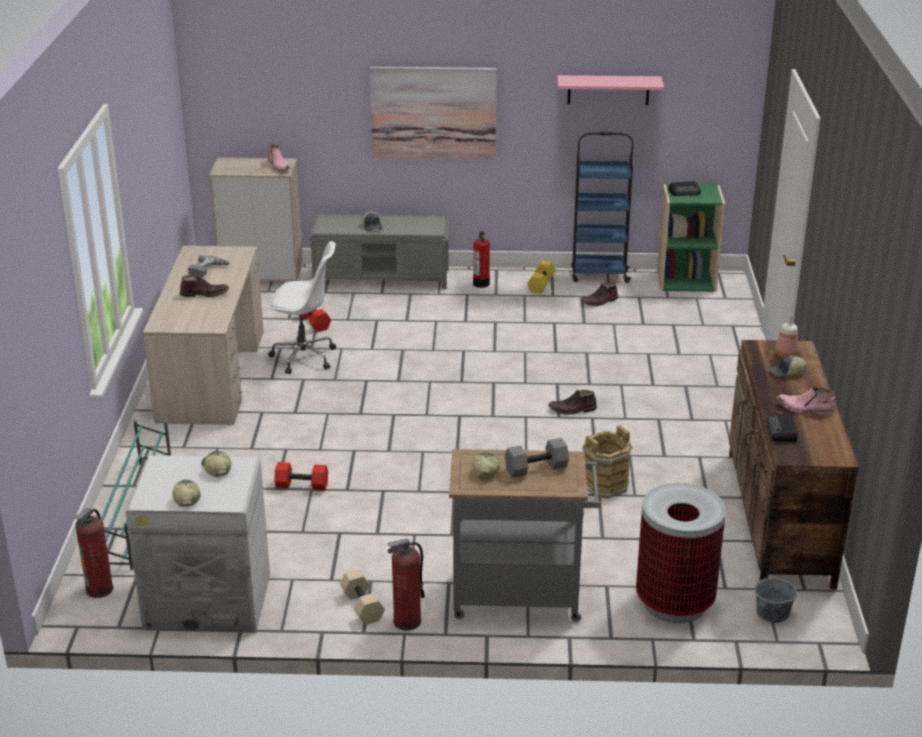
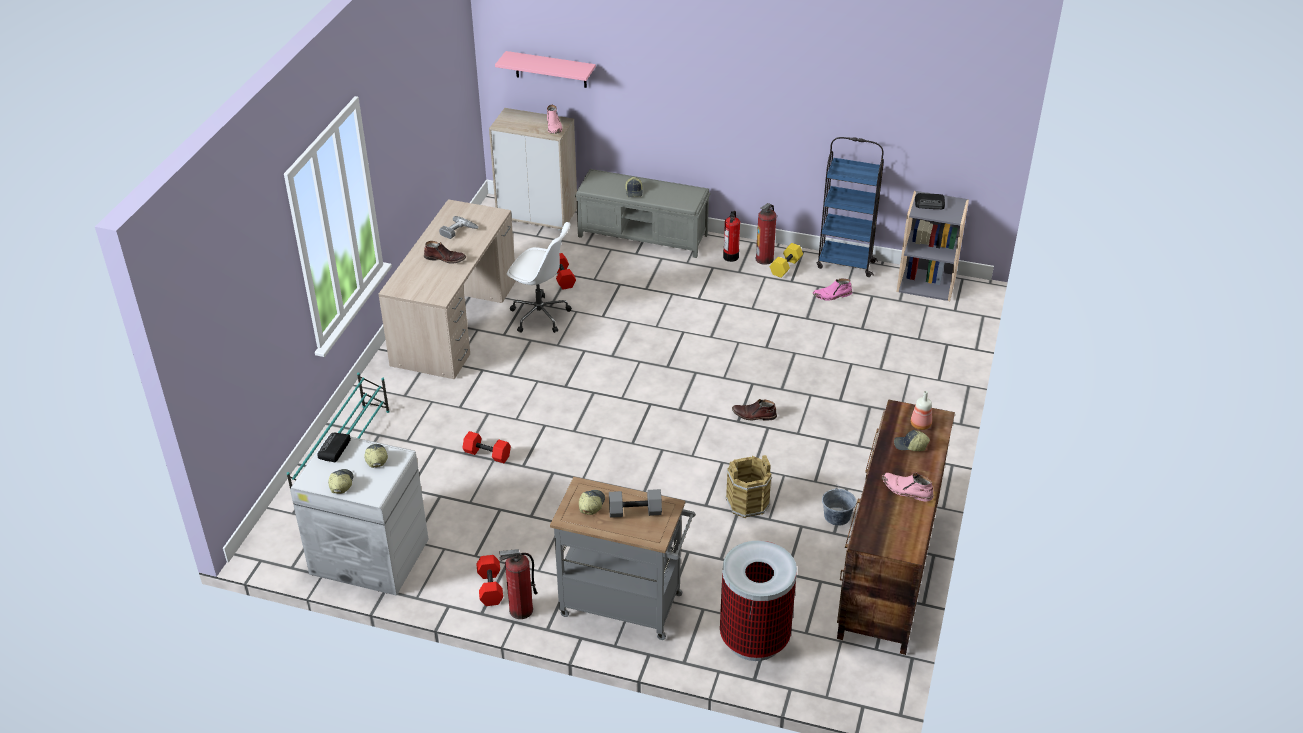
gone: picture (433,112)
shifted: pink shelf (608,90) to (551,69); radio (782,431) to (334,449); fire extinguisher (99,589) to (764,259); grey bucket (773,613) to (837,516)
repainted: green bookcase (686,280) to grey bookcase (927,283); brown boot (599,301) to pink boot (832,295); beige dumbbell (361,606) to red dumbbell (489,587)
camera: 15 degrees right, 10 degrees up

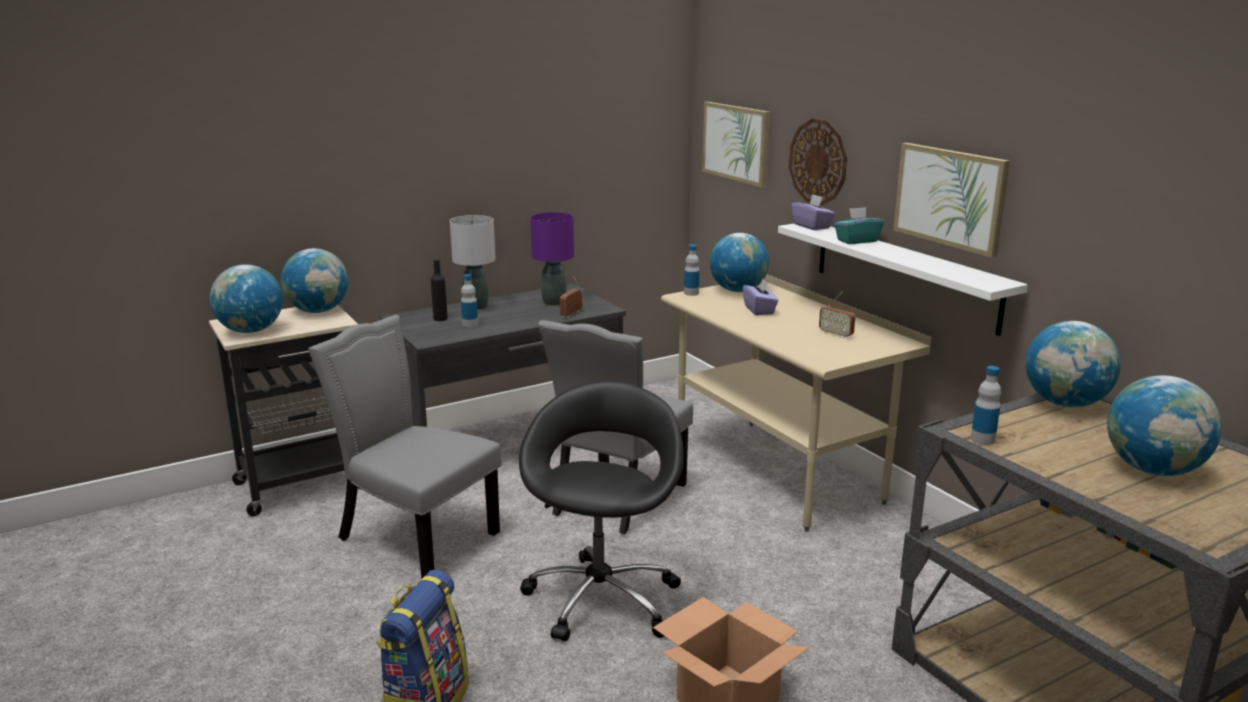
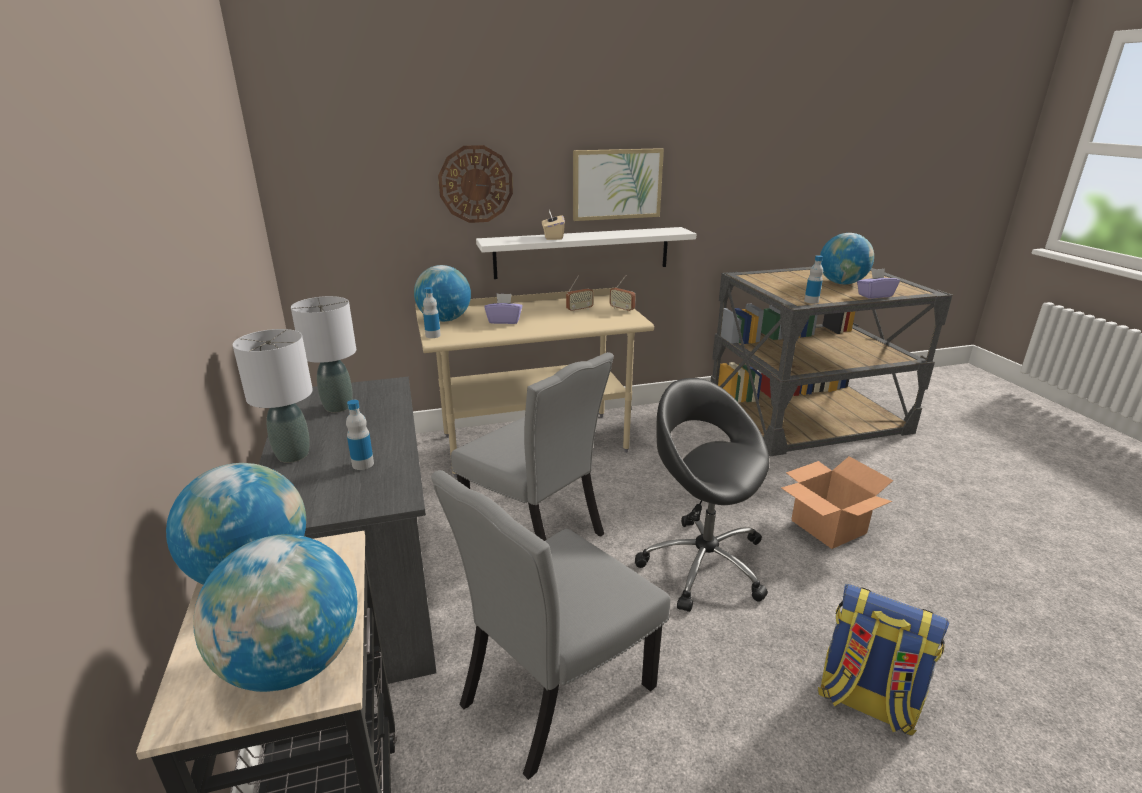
gone: picture (736,142); black bottle (440,318); globe (1065,403)
shifted: purple tissue box (812,226) to (874,295); radio (571,314) to (622,309)
repainted: turquoise tissue box (857,241) to beige tissue box (553,237); purple table lamp (554,302) to grey table lamp (338,407)
camera: 75 degrees left, 5 degrees up

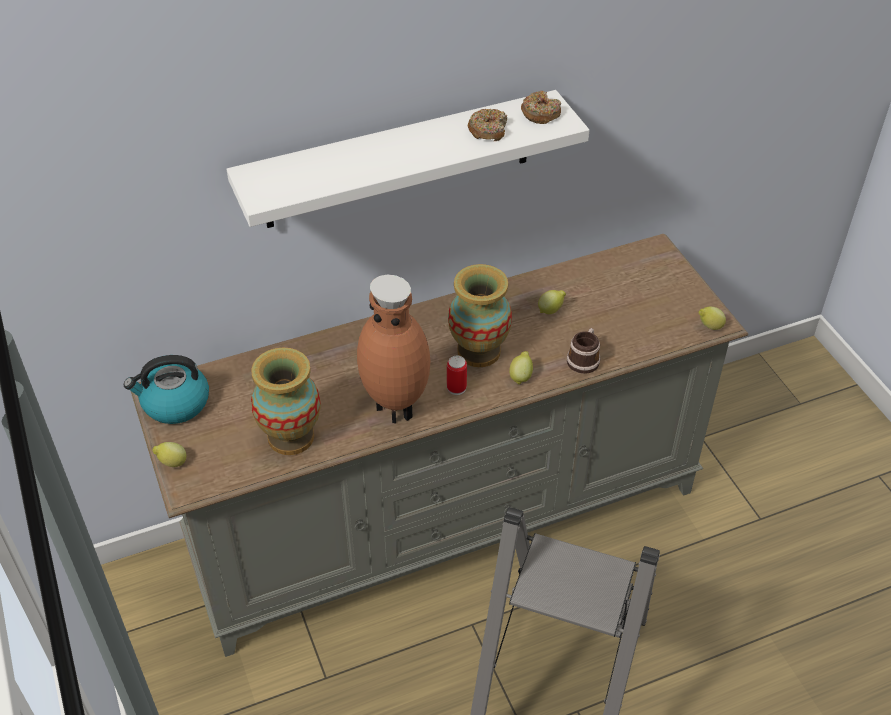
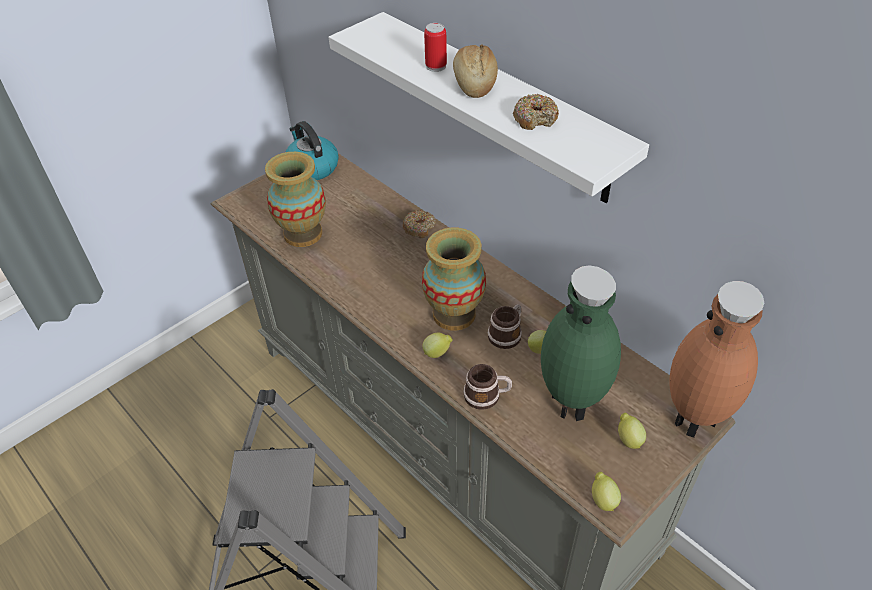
new: bread (474,83); green vase (573,403); mug (507,333)
shifted: donut (540,113) to (419,228); brown vase (397,407) to (695,420); can (456,388) to (436,66); lemon (172,463) to (628,439)
camera: 70 degrees right, 0 degrees up

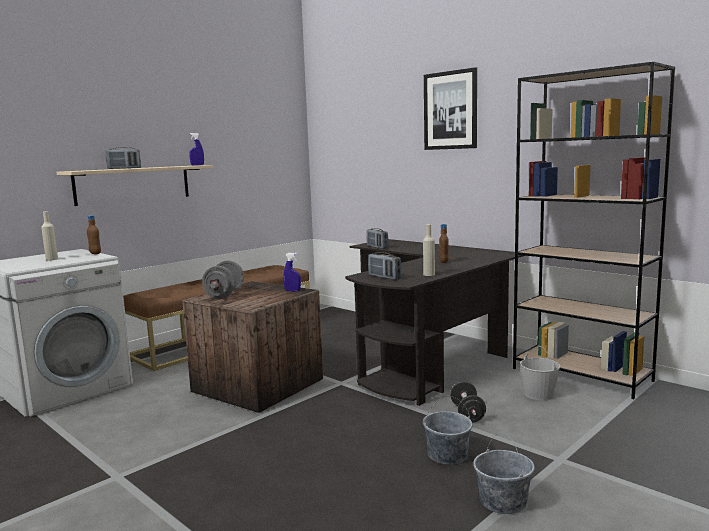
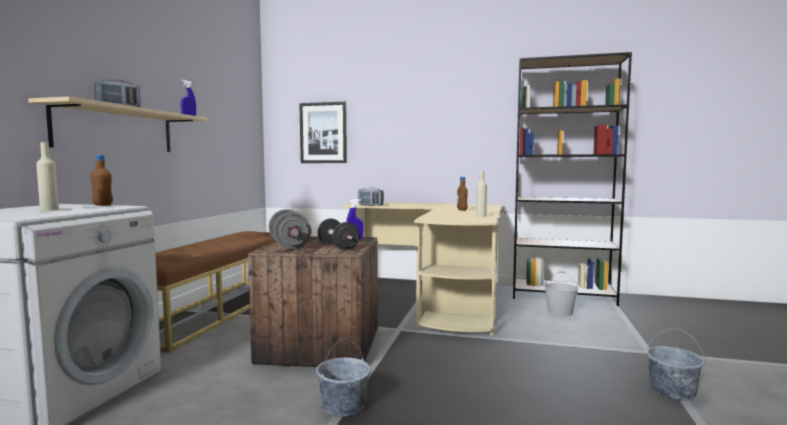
gone: radio (384,277)
shifted: picture (450,110) to (323,133); black dumbbell (467,414) to (338,247); grey bucket (447,455) to (343,406)
repainted: black desk (429,355) to beige desk (436,298)
camera: 30 degrees left, 5 degrees down

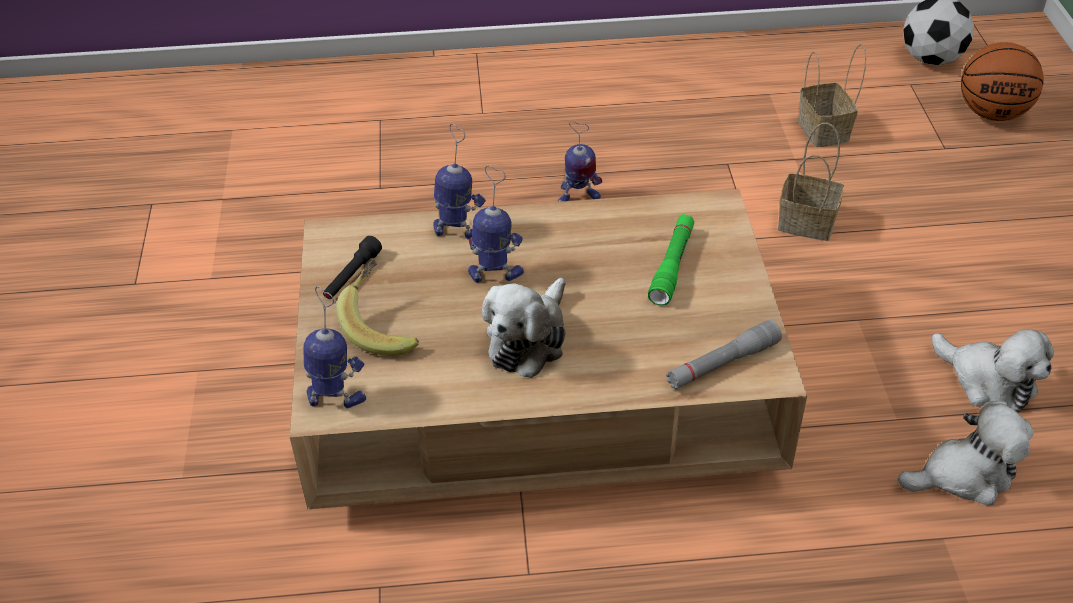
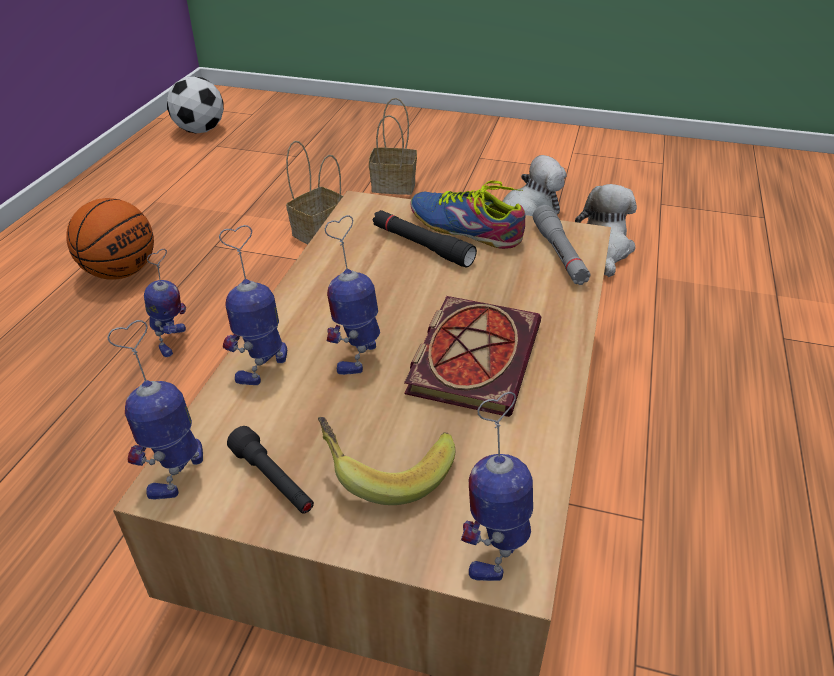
new: shoe (465,228); toy robot (179,471)
shifted: basketball (992,113) to (121,272); basket (825,131) to (395,185)
swapped: plush toy (529,339) to book (472,355)
repainted: green flashlight (672,266) to black flashlight (422,246)
camera: 70 degrees left, 5 degrees down

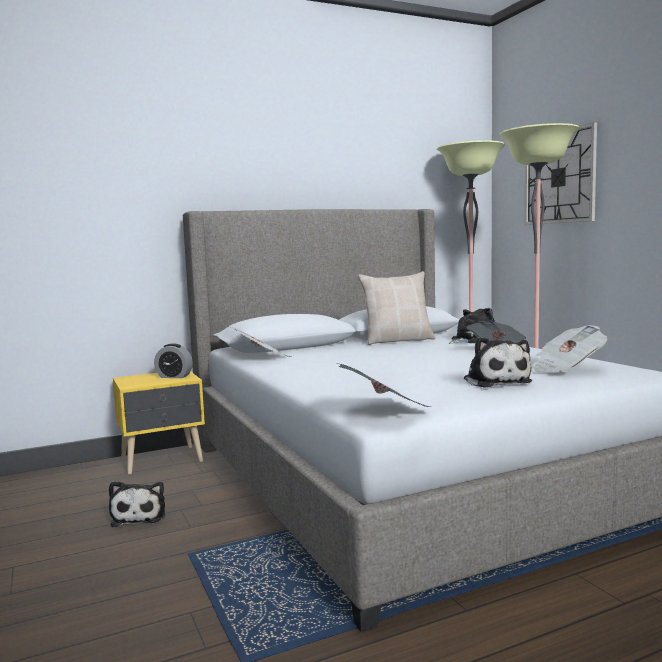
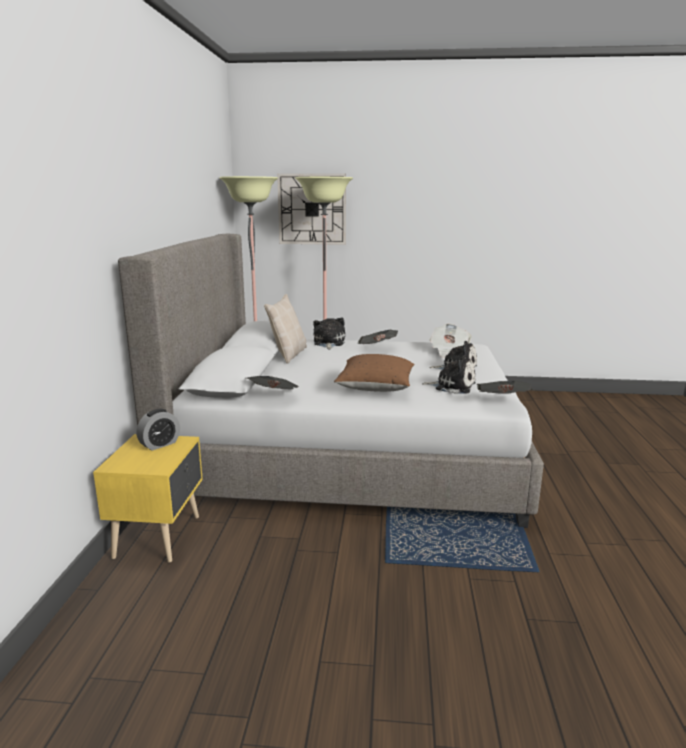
new: brown pillow (375,387)
shifted: plush toy (140,516) to (452,386)
camera: 60 degrees left, 10 degrees up

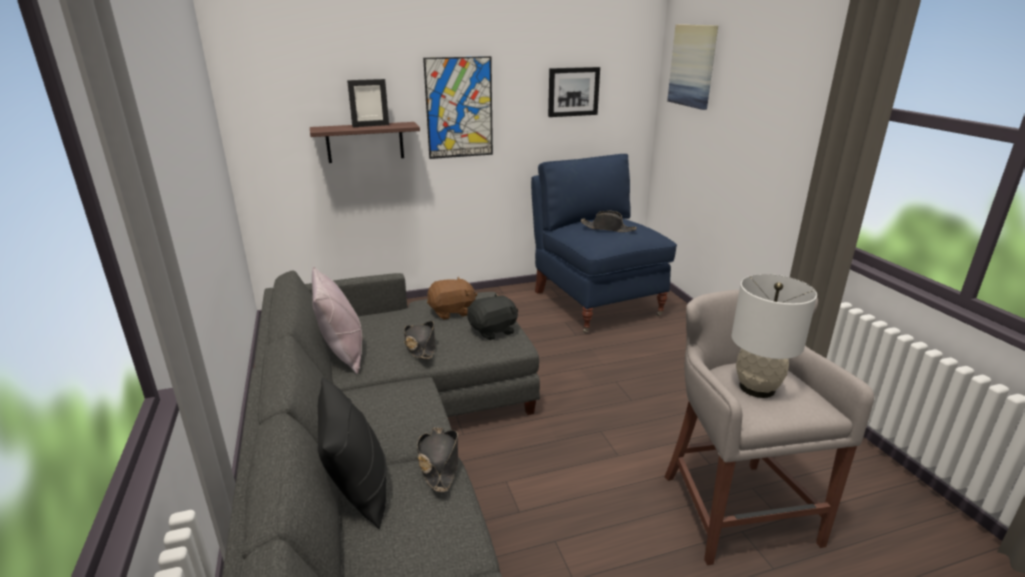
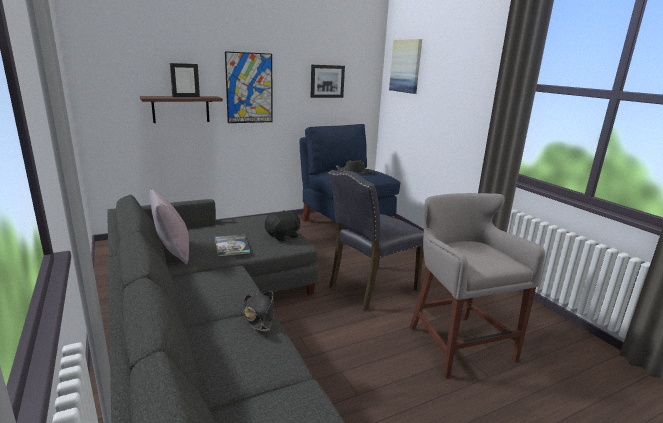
gone: white table lamp (757,388); brown plush toy (452,312); black pillow (359,489)
new: grey chair (370,288)
swapped: black hat (420,346) to book (231,246)
camera: 10 degrees left, 5 degrees down

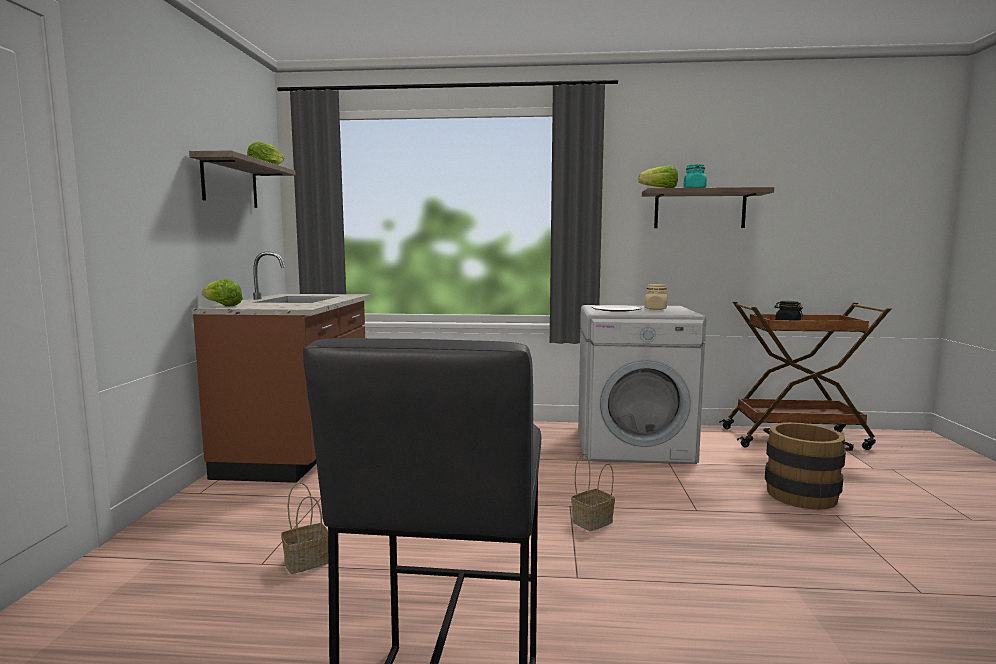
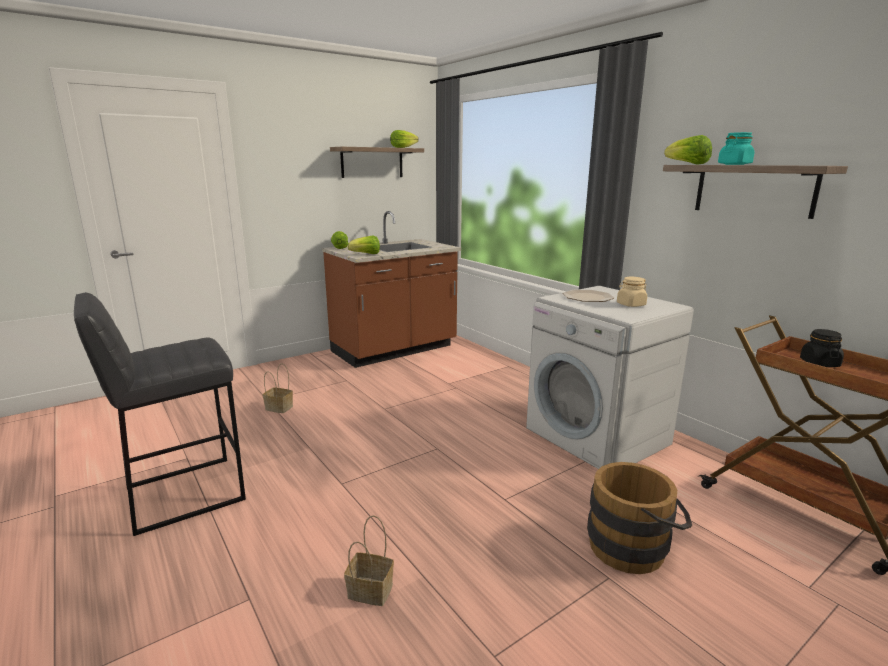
new: lettuce (366,254)
shifted: basket (592,522) to (368,591)
camera: 50 degrees right, 10 degrees up

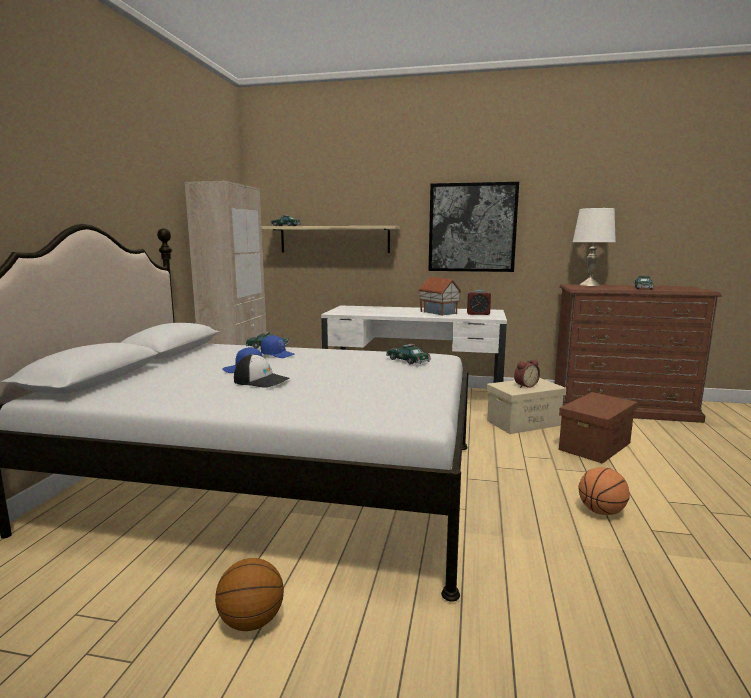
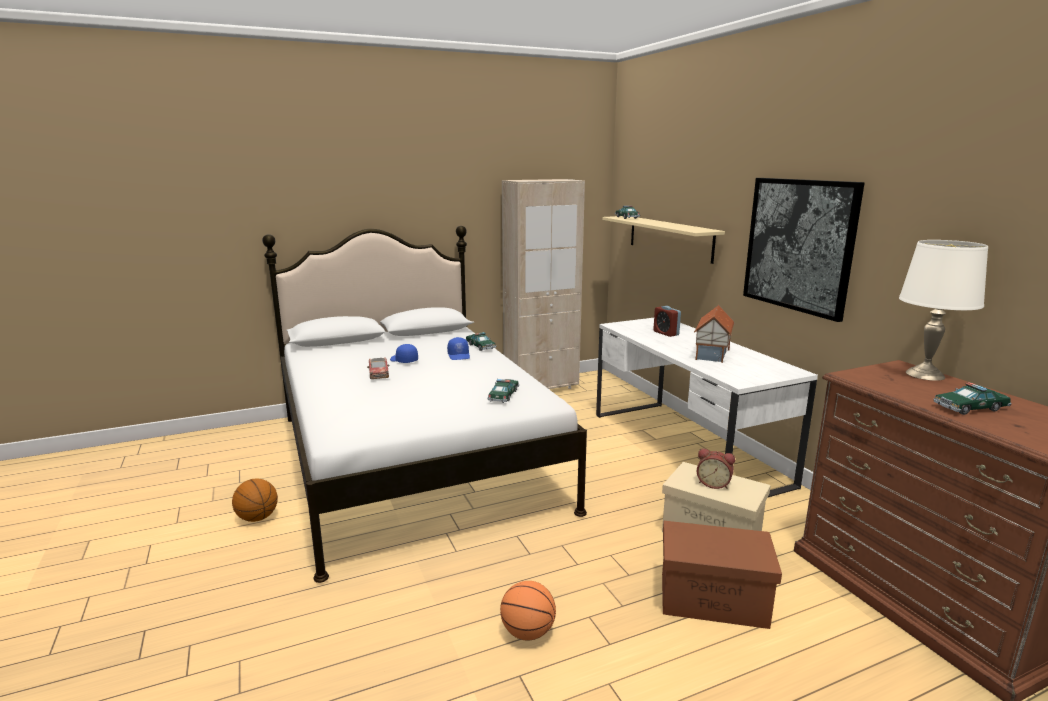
shifted: alarm clock (478,314) to (666,333)
swapped: cap (261,380) to toy car (378,373)
camera: 55 degrees right, 5 degrees up

